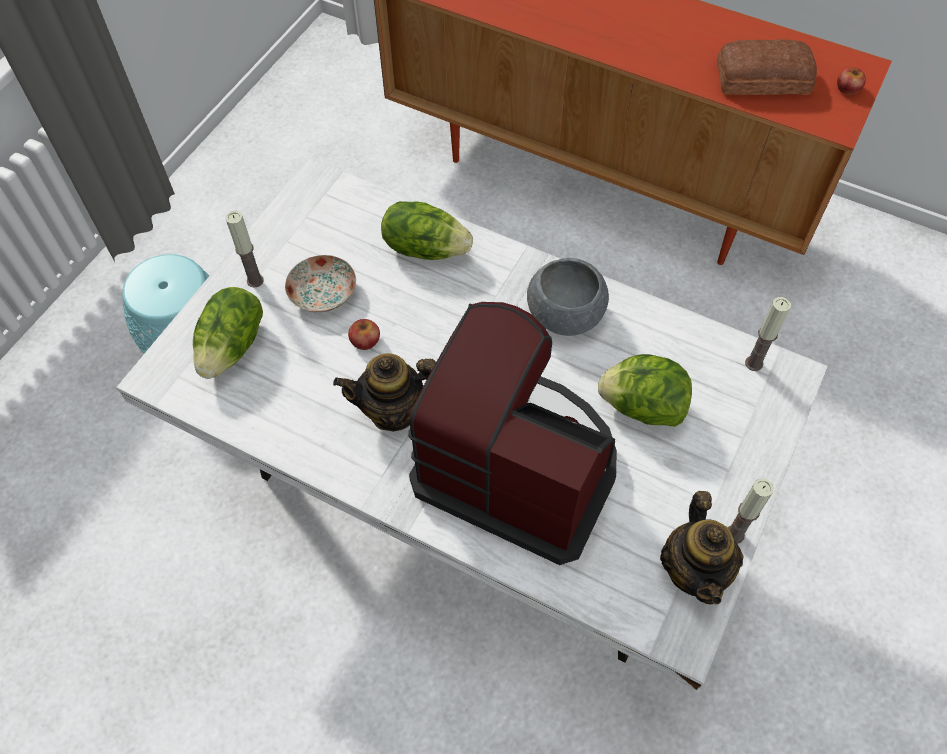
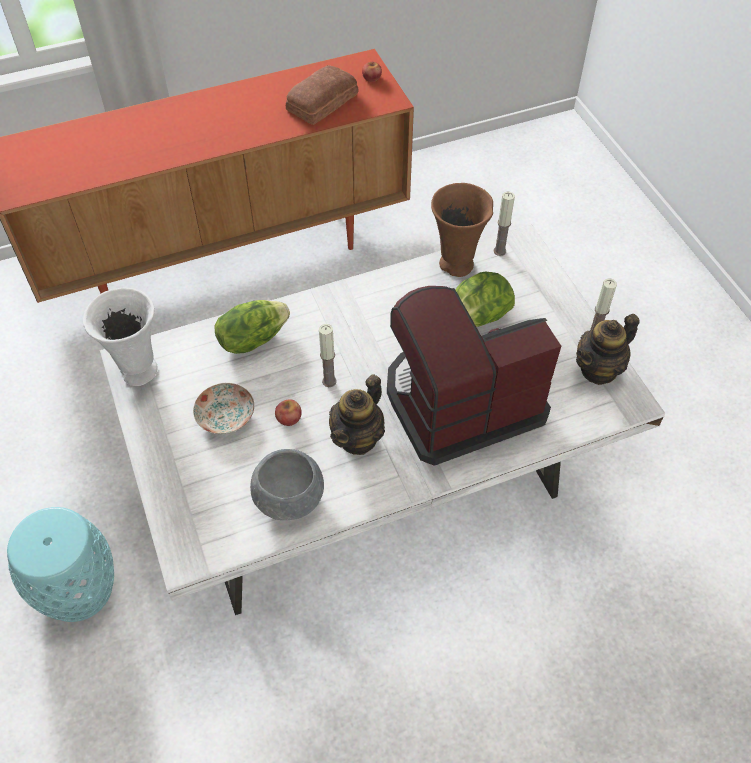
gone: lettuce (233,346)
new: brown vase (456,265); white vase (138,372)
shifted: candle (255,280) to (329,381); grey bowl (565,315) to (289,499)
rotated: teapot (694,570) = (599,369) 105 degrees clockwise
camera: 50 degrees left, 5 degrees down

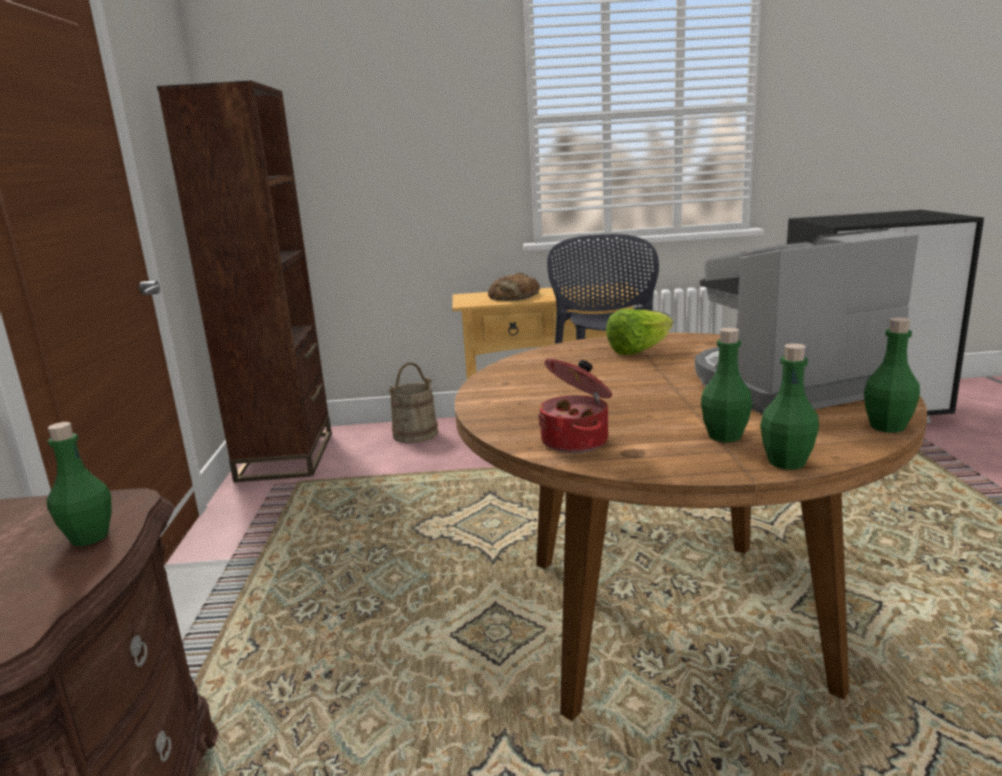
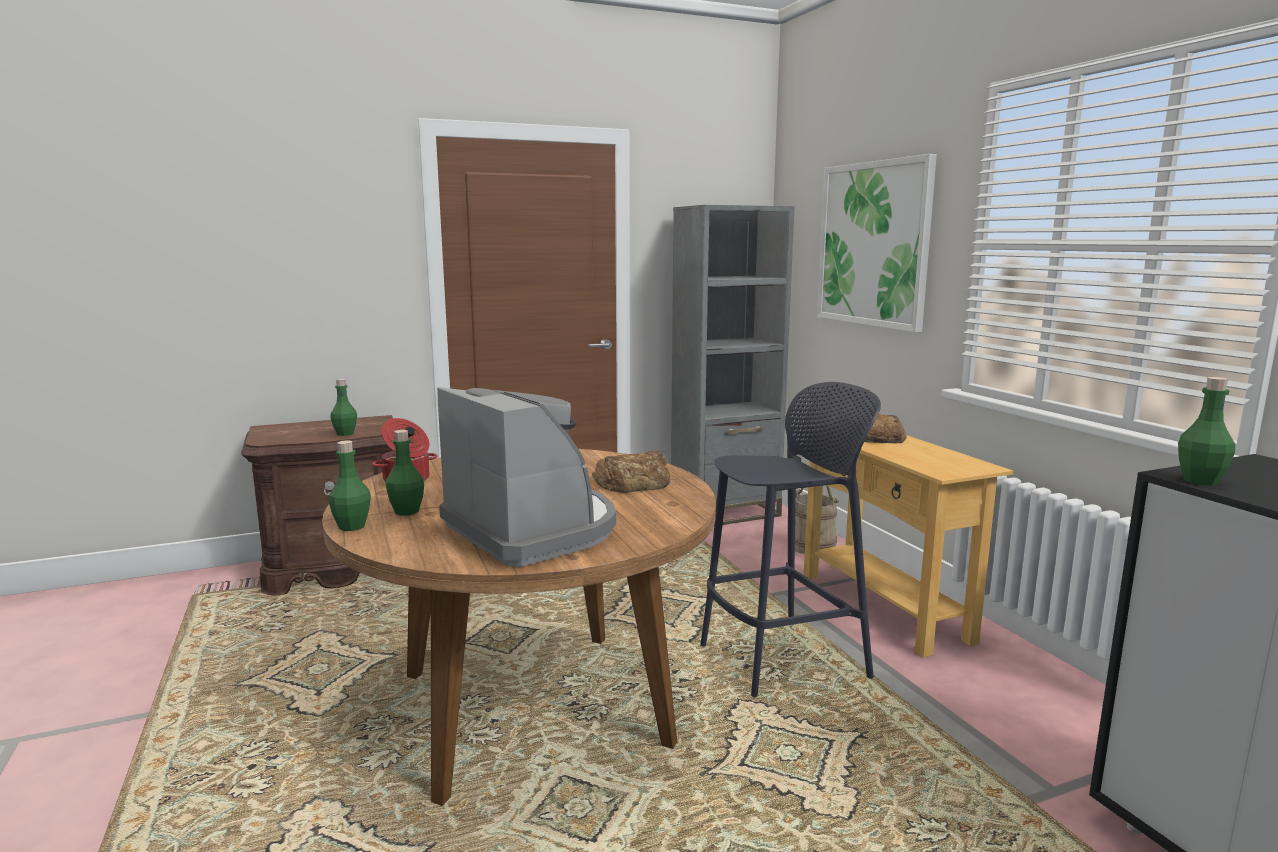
new: picture (873,244)
shifted: green bottle (887,427) to (1200,481)
swapped: lettuce (638,351) to bread (633,482)
repainted: brown bookcase (286,456) to grey bookcase (725,512)
camera: 70 degrees right, 5 degrees down

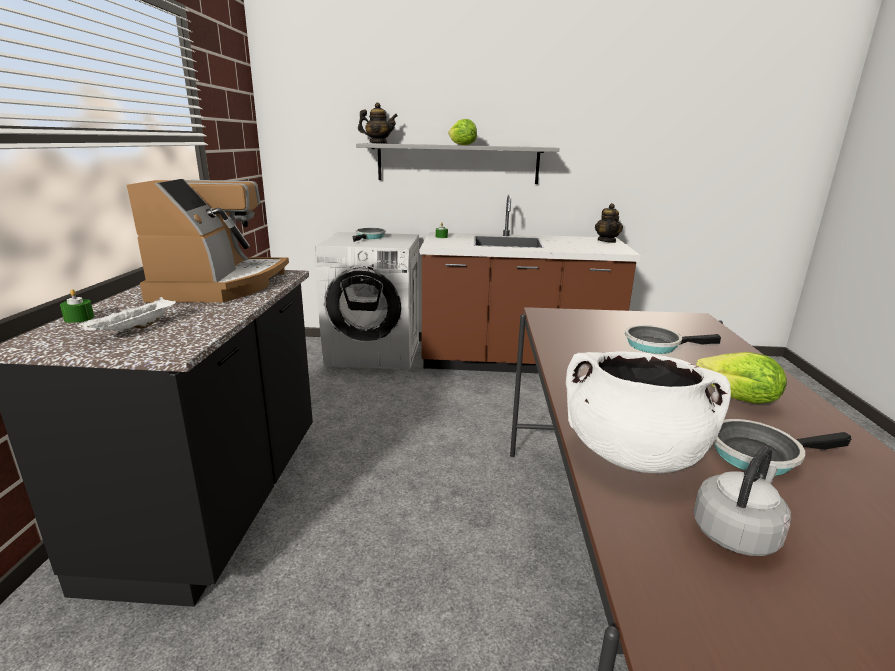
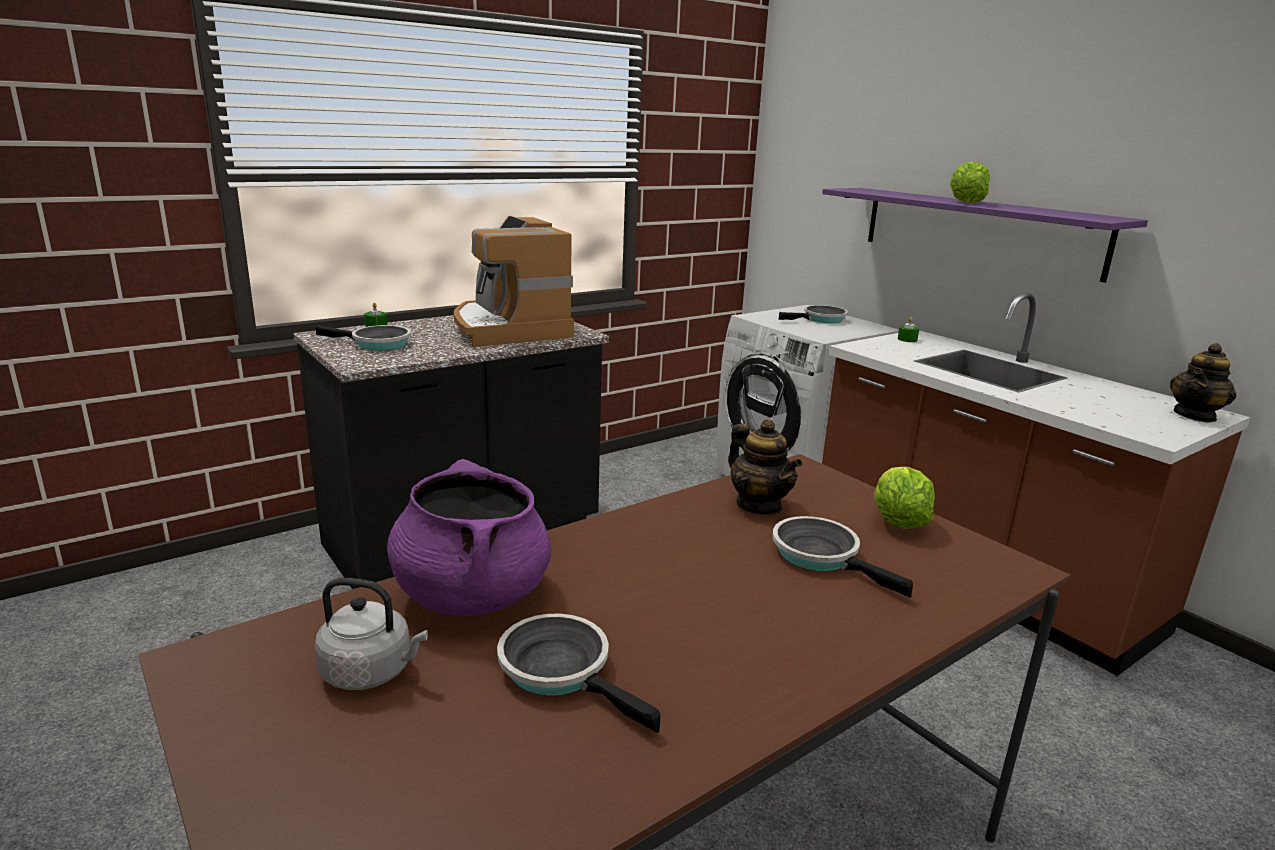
shifted: teapot (378,143) to (759,505); lettuce (738,399) to (897,521)
swapped: white tray (133,330) to frying pan (376,344)
repainted: grey shelf (458,163) to purple shelf (978,230); white cooking pot (632,454) to purple cooking pot (472,594)
rotated: coffee machine (220,285) = (508,329) 105 degrees clockwise
camera: 50 degrees right, 0 degrees up

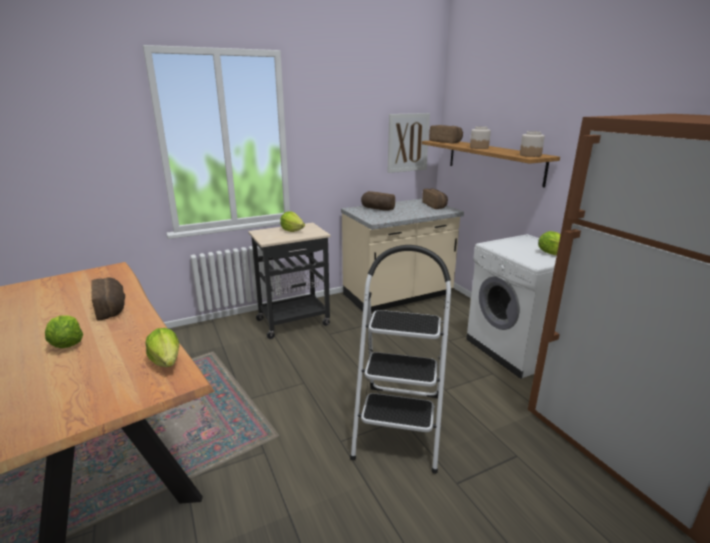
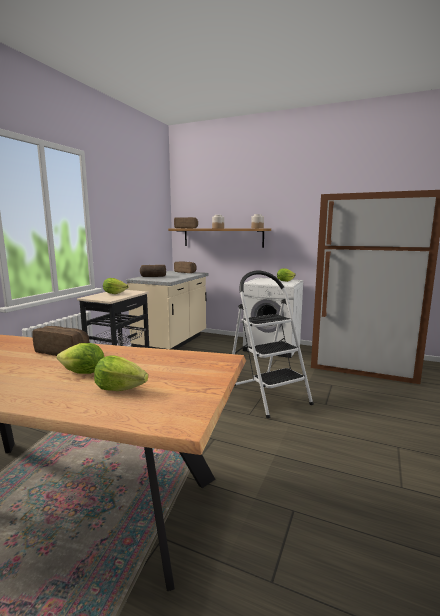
gone: picture (408,142)
shifted: lettuce (166,361) to (120,389)
camera: 40 degrees left, 10 degrees down

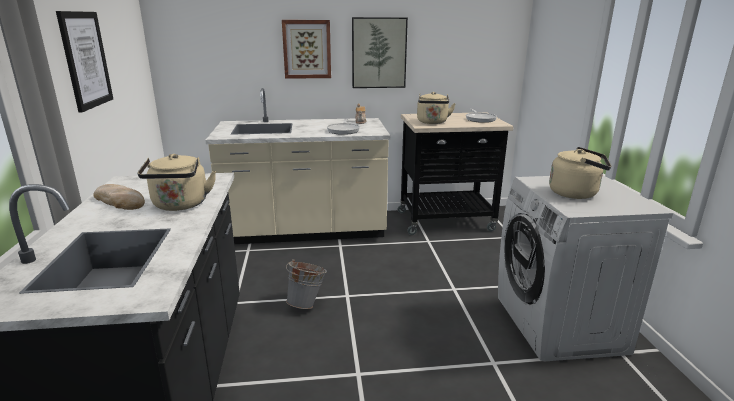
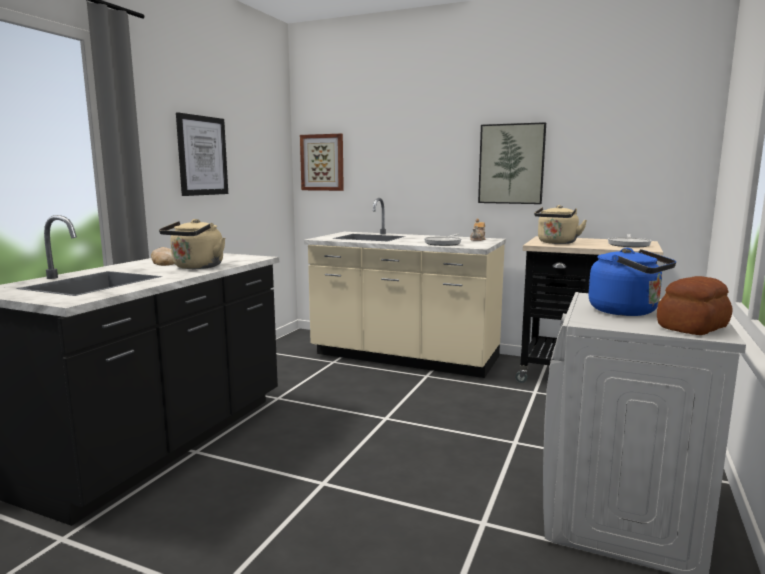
gone: grey bucket (307,303)
new: bread (693,327)
shifted: picture (307,49) to (322,162)
repainted: beige kettle (576,193) to blue kettle (627,312)
camera: 30 degrees right, 10 degrees down

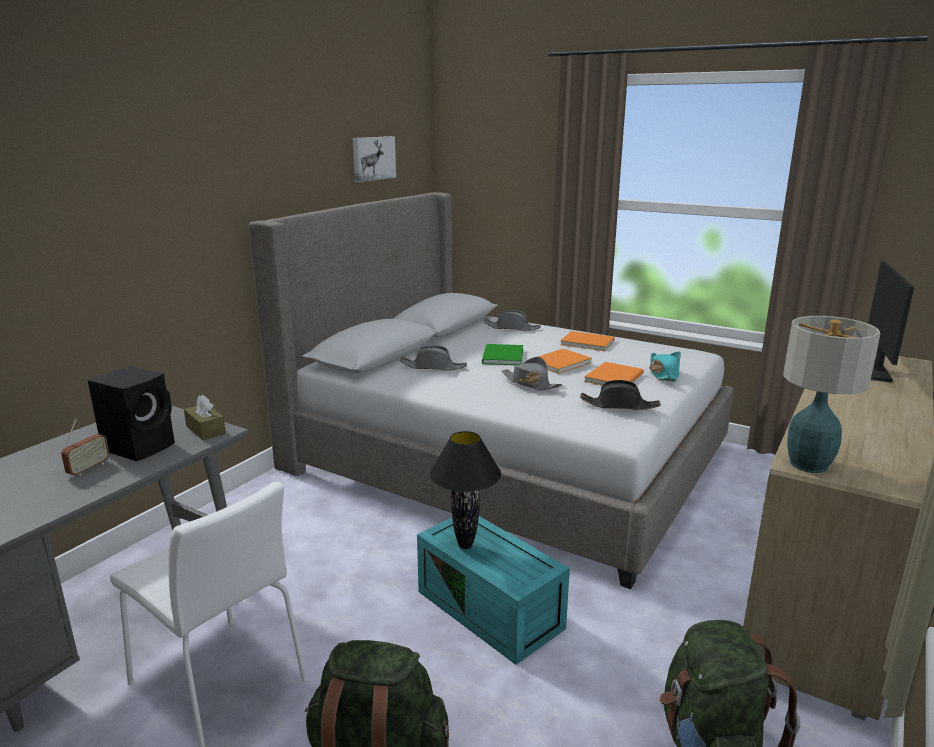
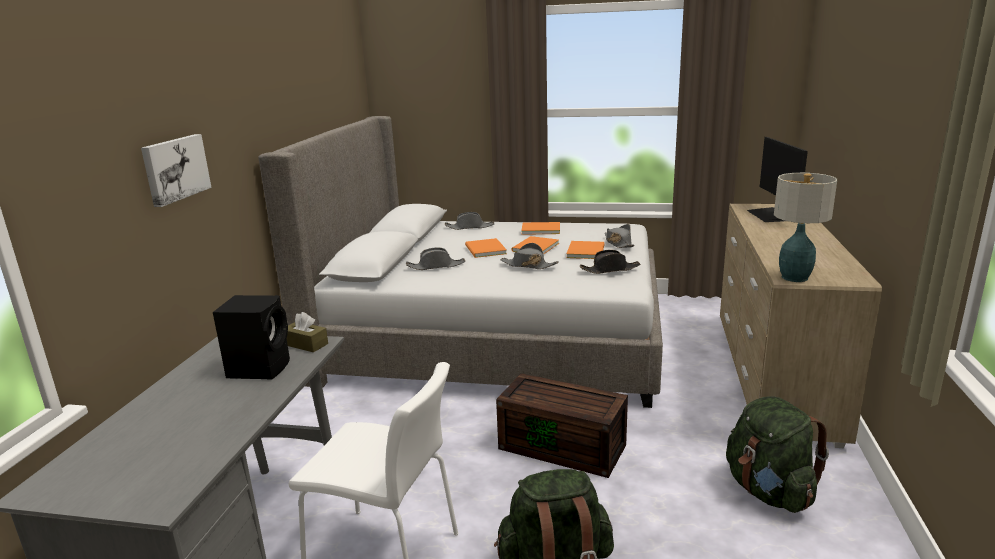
gone: radio (88,469); black table lamp (465,545)
shifted: picture (372,158) to (174,169)
repainted: green book (501,357) to orange book (484,250); turquoise hat (664,374) to grey hat (618,243); turquoise storage box (492,609) to brown storage box (564,446)
camera: 20 degrees left, 0 degrees up

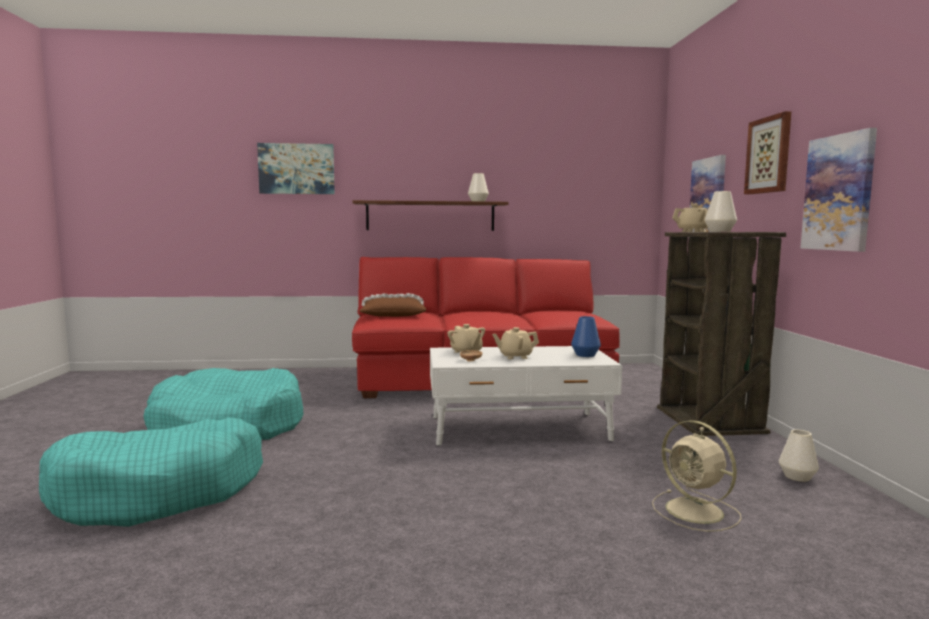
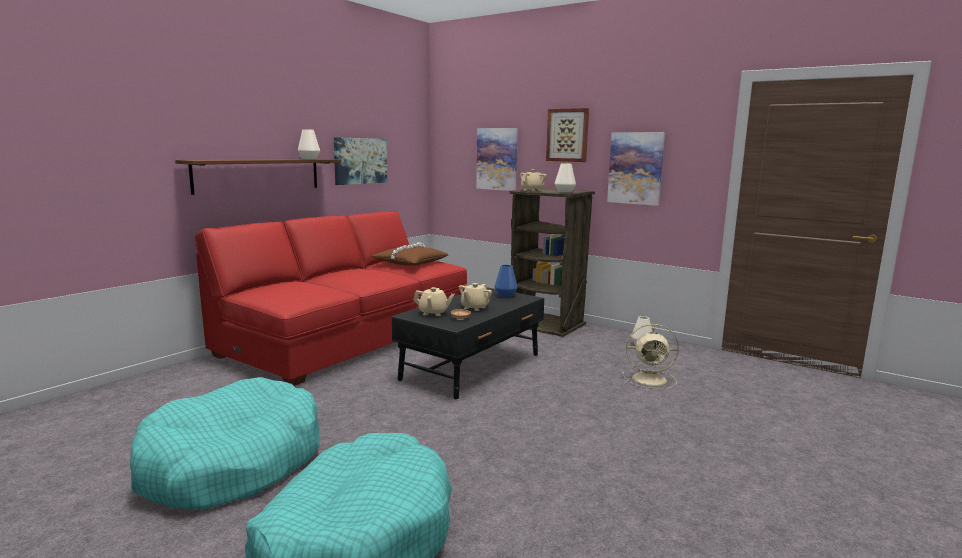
shifted: picture (296,169) to (360,161); brown pillow (392,314) to (410,263)
repainted: white coffee table (519,429) to black coffee table (472,367)
camera: 50 degrees left, 5 degrees up

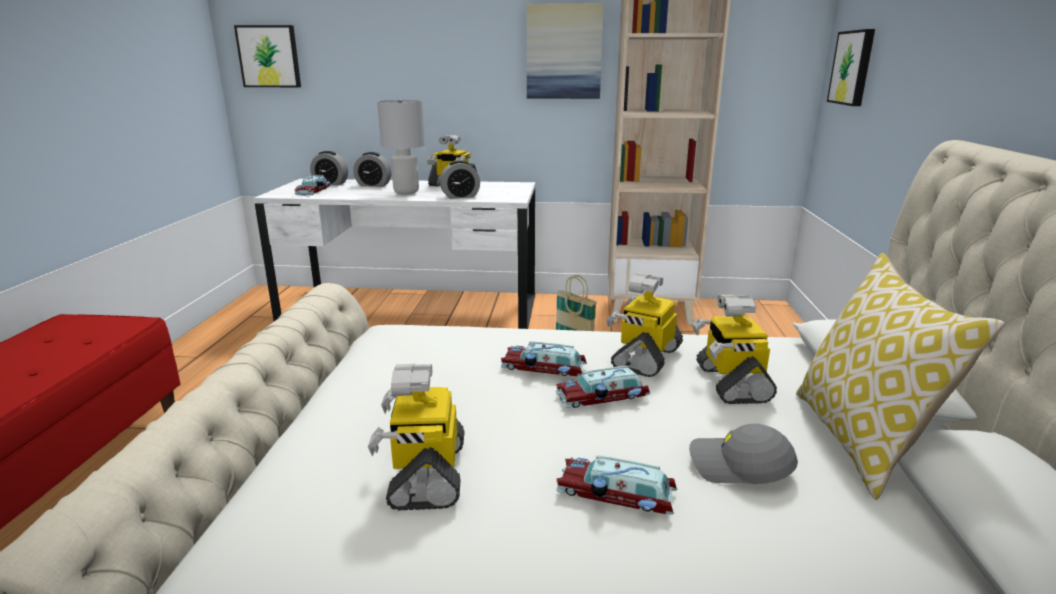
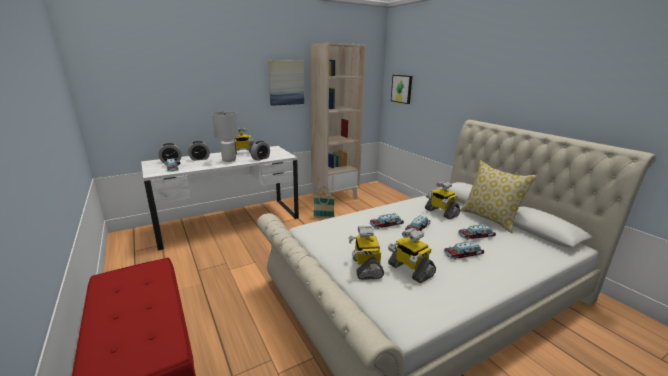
gone: picture (269,56)
shifted: toy robot (645,357) to (365,267)
swapped: grey cap (739,467) to toy car (477,236)
camera: 35 degrees left, 0 degrees up

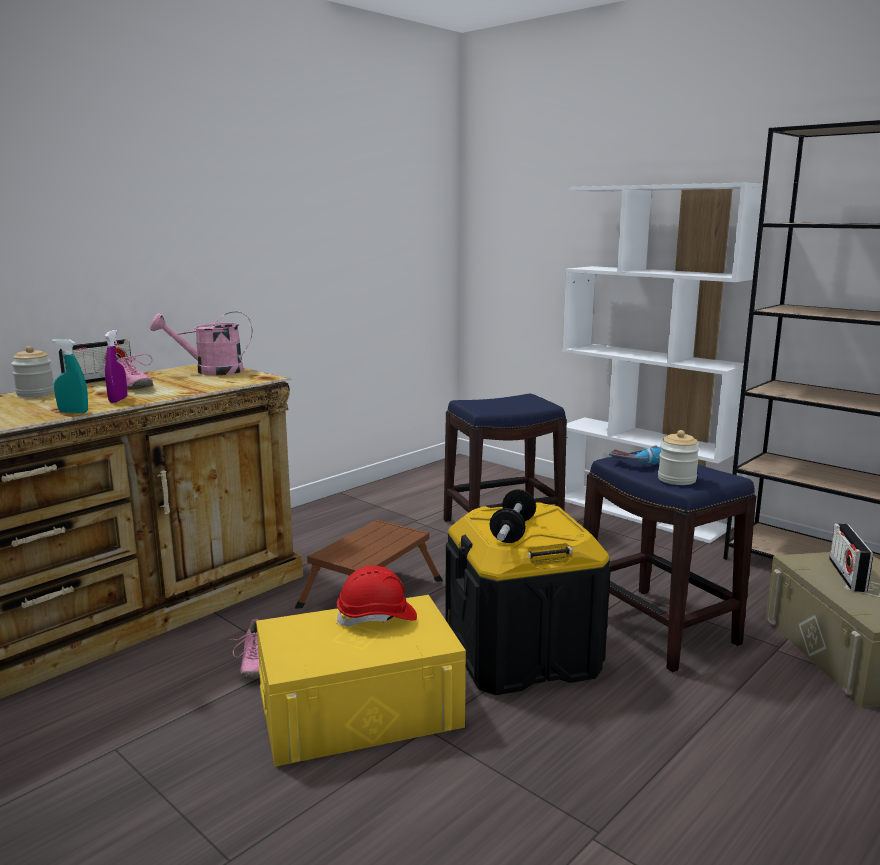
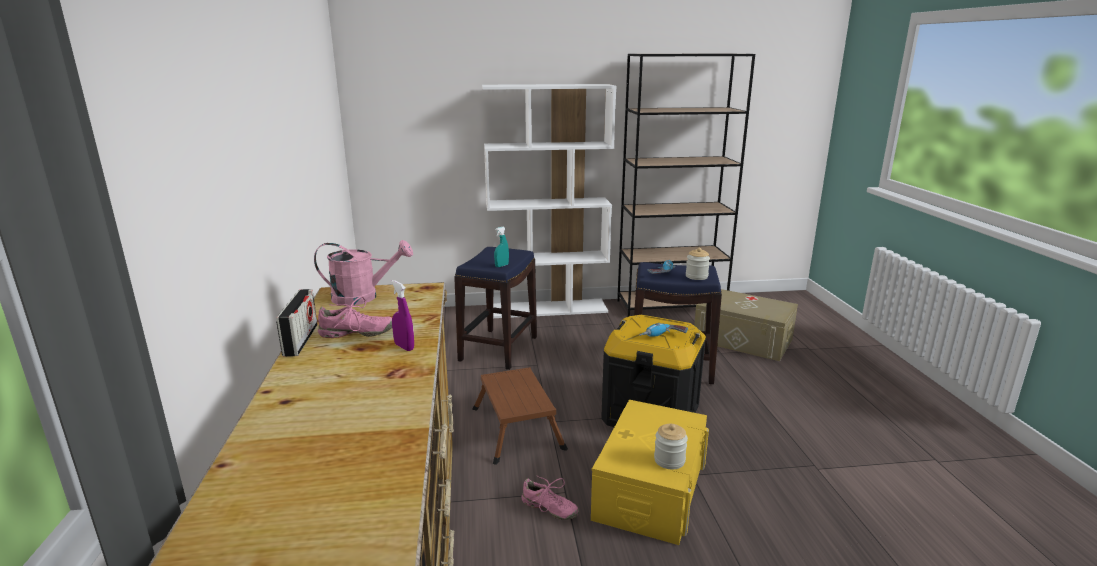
gone: radio (847,575); red hard hat (377,618)
shifted: turquoise spray bottle (73,412) to (501,265); jar (35,393) to (669,460)
swapped: dumbbell (513,531) to power drill (663,337)
rotated: pink watering can (210,371) = (363,297) 120 degrees counterclockwise
camera: 50 degrees left, 5 degrees up

